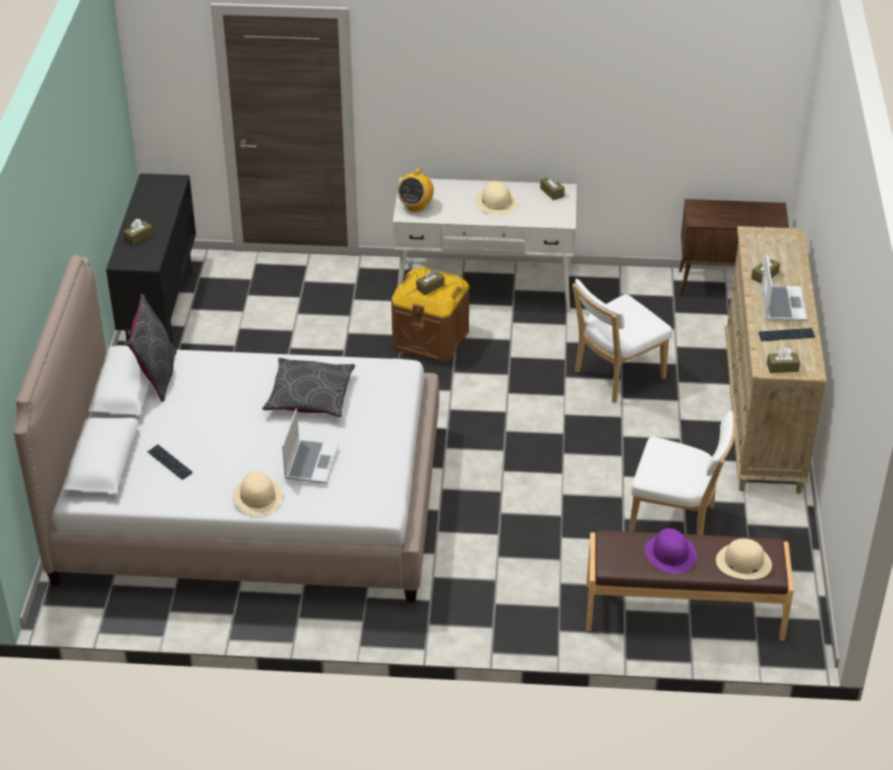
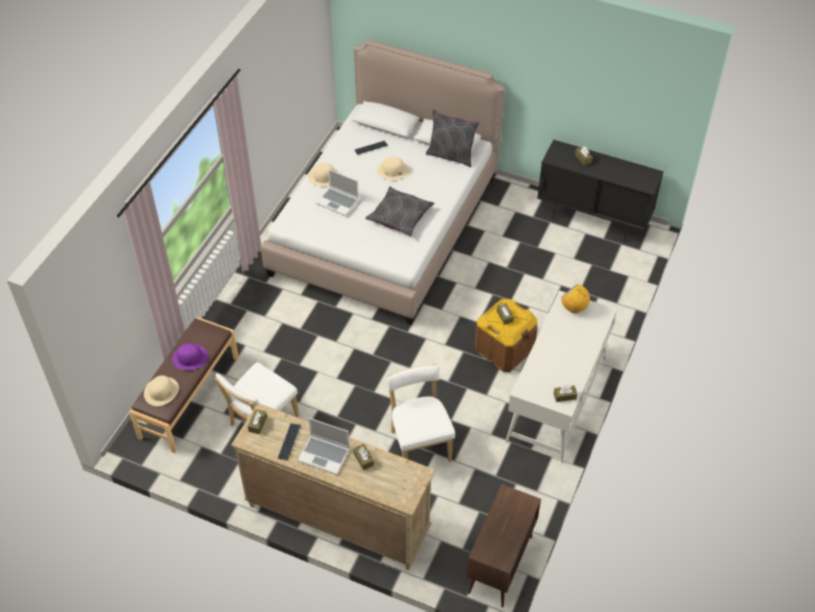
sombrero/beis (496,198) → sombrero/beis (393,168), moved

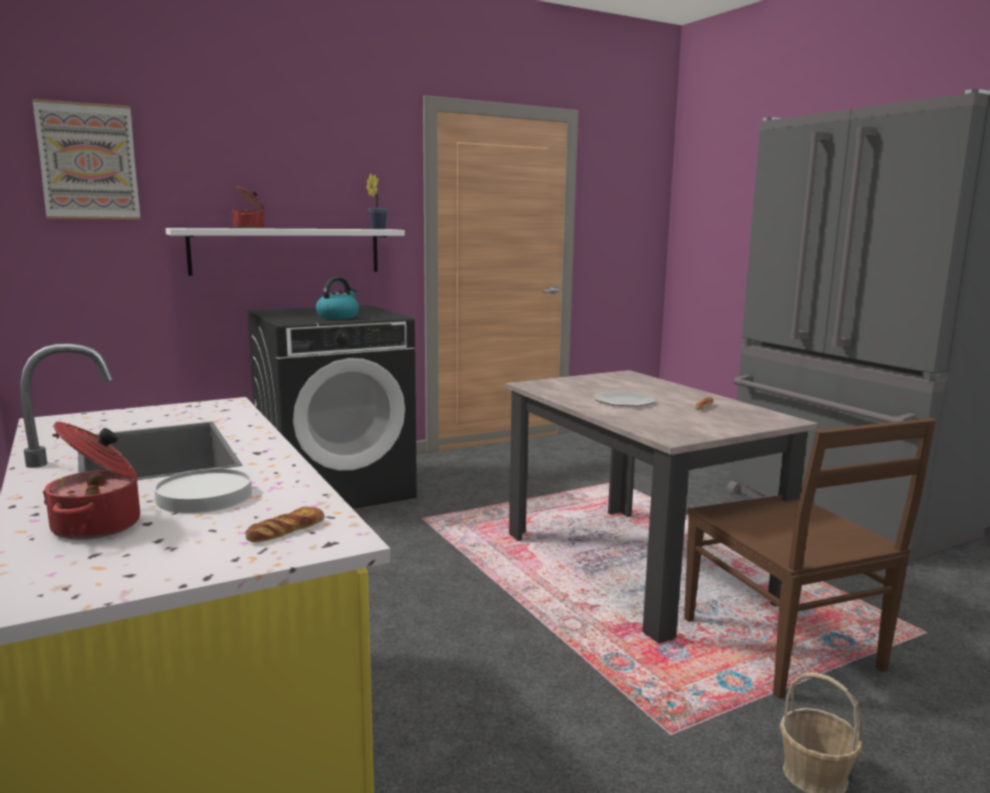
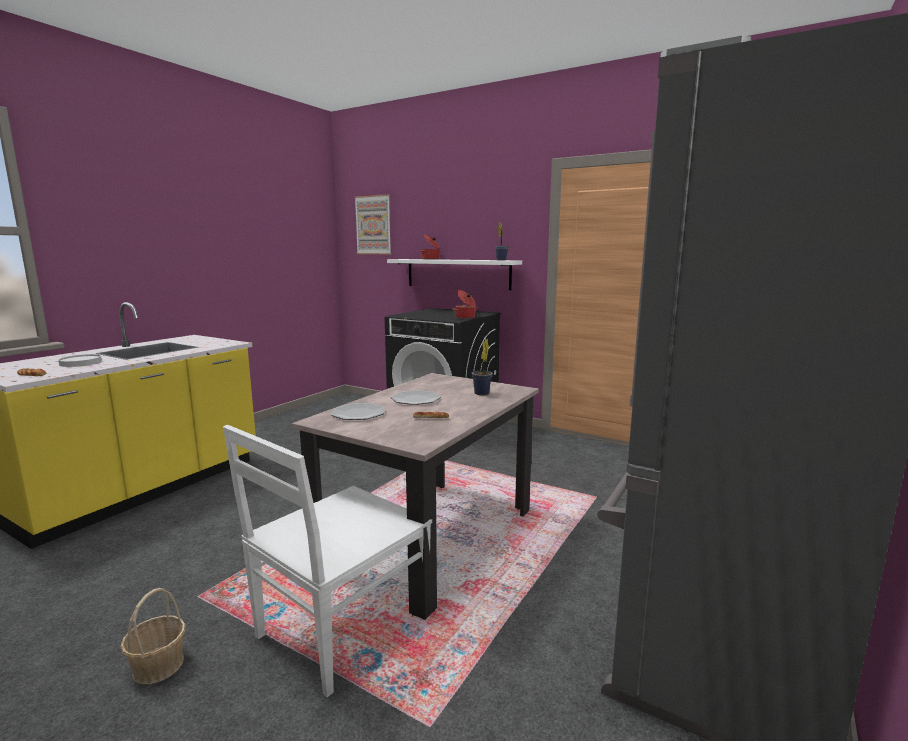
hervidor (337,298) → -
silla/marrón (810,558) → silla/blanco (327,561)
olla (91,481) → olla (465,304), moved
- → planta en maceta (482,366)
- → plato (358,411)

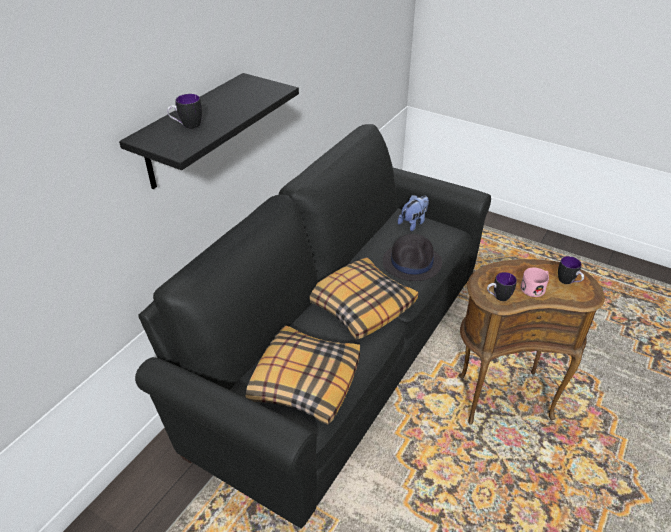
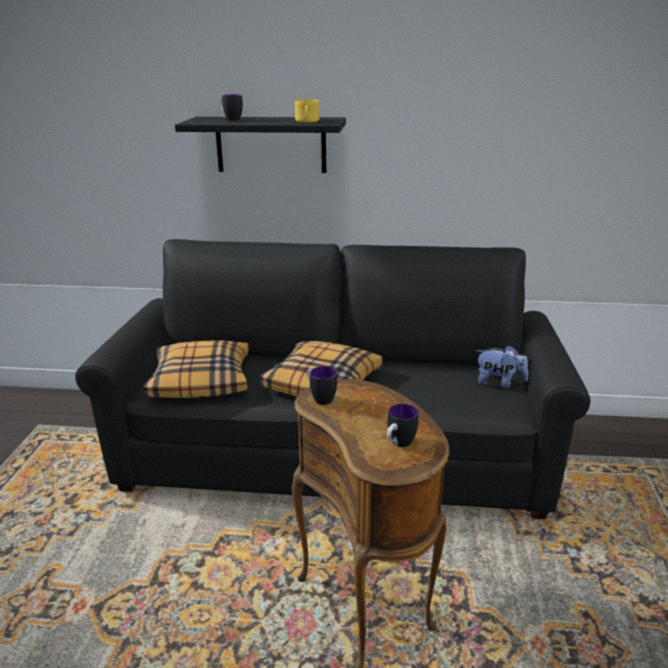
sombrero/negro (412,257) → -
taza grande/rosa (534,282) → -
- → taza grande/amarillo (307,111)

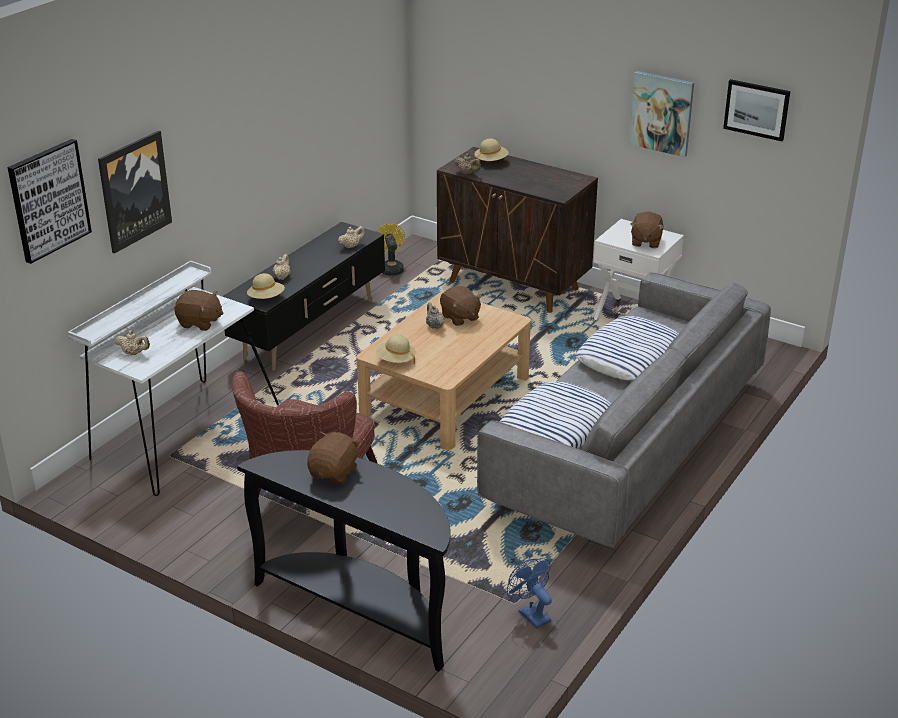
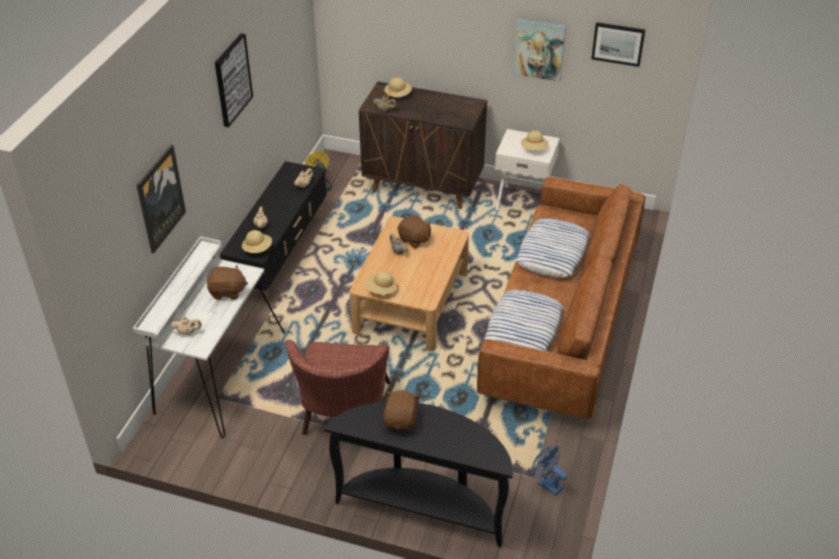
cuadro (50,201) → cuadro (234,80), moved
peluche/marrón (647,230) → sombrero/beis (535,140)
sofá/gris (624,410) → sofá/marrón (561,298)

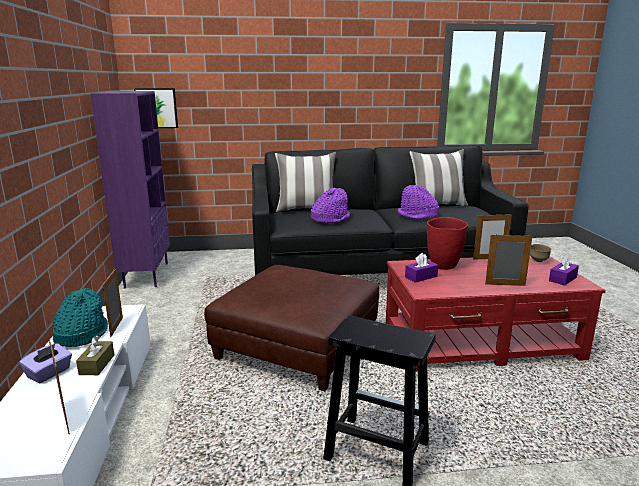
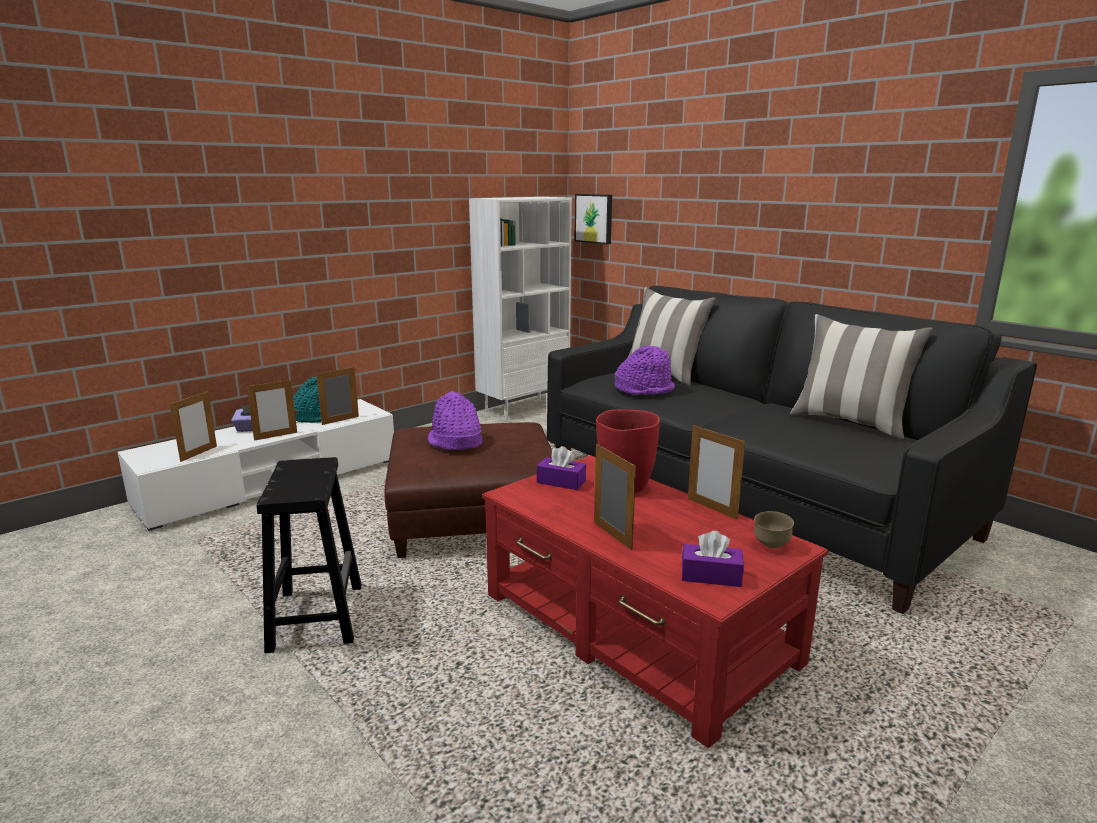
estantería/morado (130,190) → estantería/blanco (520,308)
sombrero/morado (418,202) → sombrero/morado (455,420), moved
caja de pañuelos/marrón (95,355) → portarretratos (271,410)

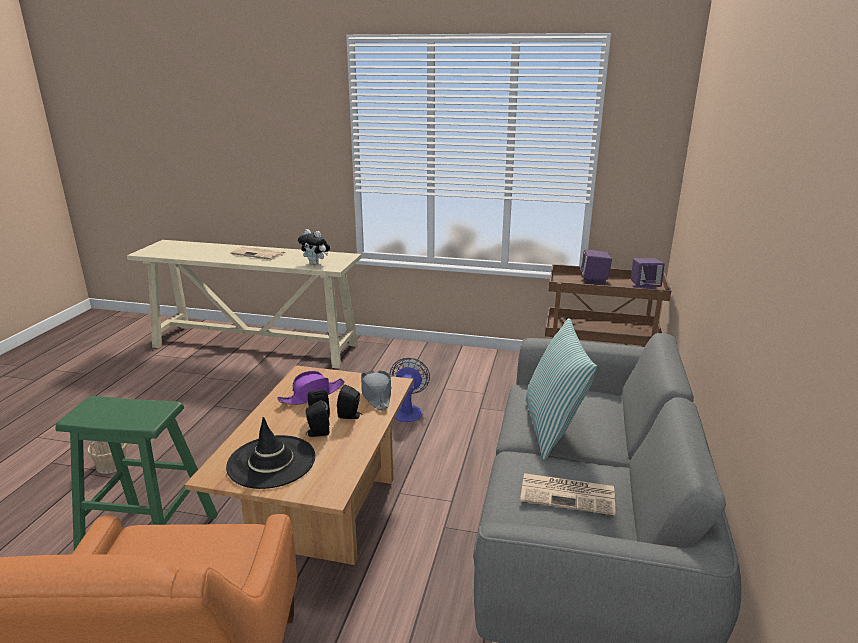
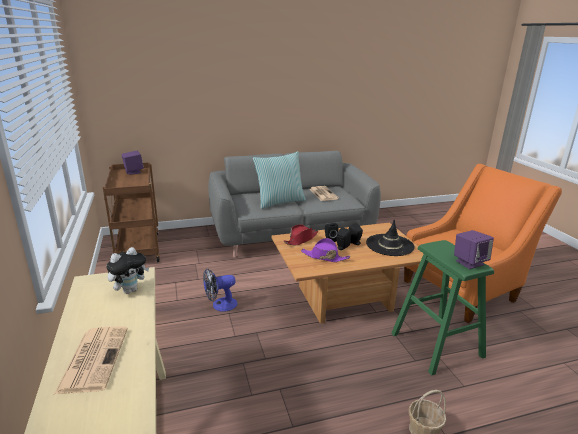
peluche (314,247) → peluche (127,270), 45 degrees clockwise
altavoz/morado (596,266) → altavoz/morado (474,249), moved
sombrero/gris (376,390) → sombrero/rojo (301,235)

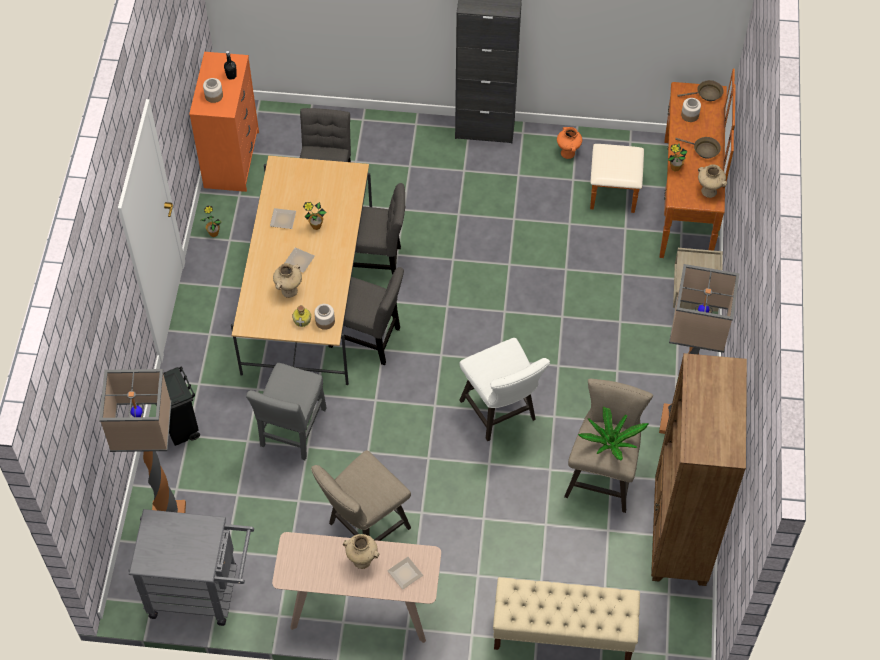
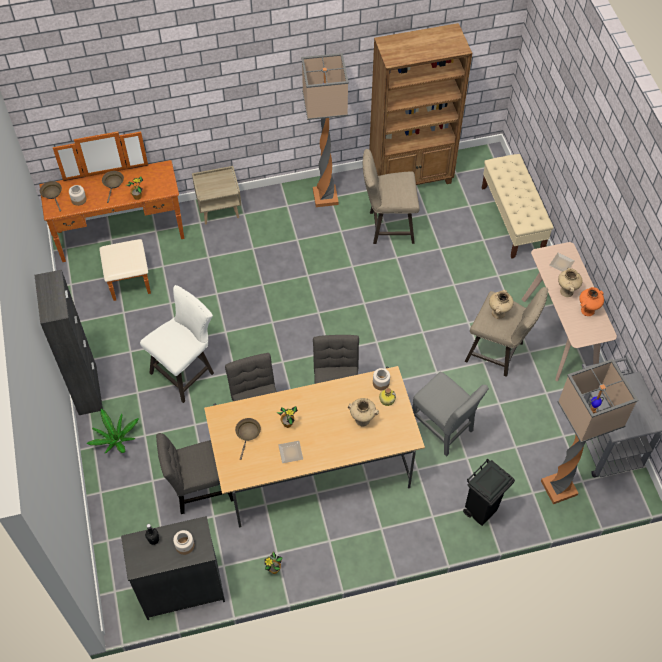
cómoda/naranja (224,122) → cómoda/negro (173,568)
florero/naranja (569,143) → florero/naranja (591,301), moved
florero/beis (712,181) → florero/beis (501,304), moved
plato (300,260) → -
taburete/blanco (504,389) → taburete/blanco (177,344), moved
silla/gris (286,411) → silla/gris (450,414), 45 degrees clockwise
planta en maceta (613,433) → planta en maceta (112,431), moved
- → sartén/marrón (248,439)

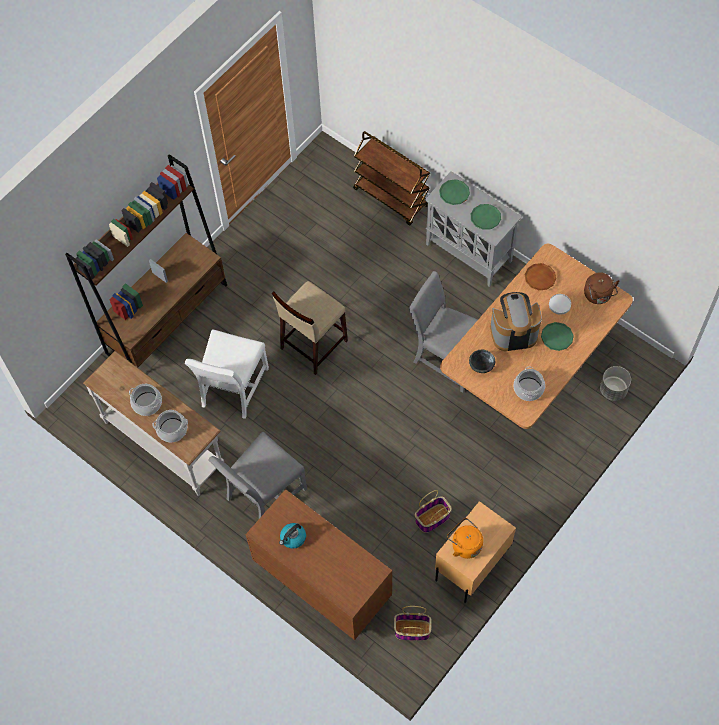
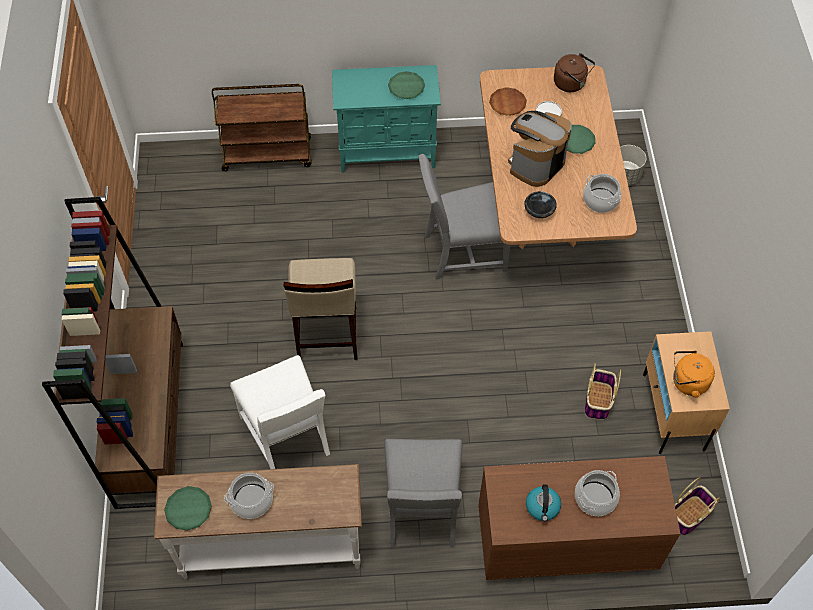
armario/gris (473,229) → armario/turquesa (386,119)
plato/verde (454,192) → plato/verde (188,508), moved
olla (170,426) → olla (597,493), moved

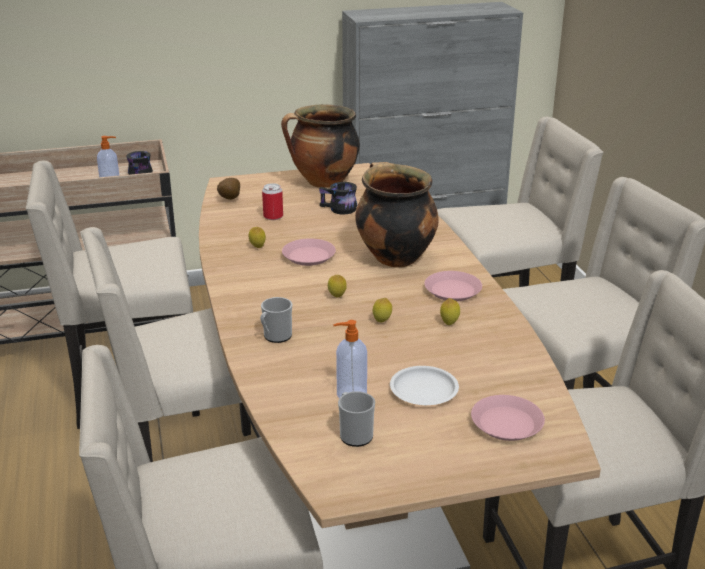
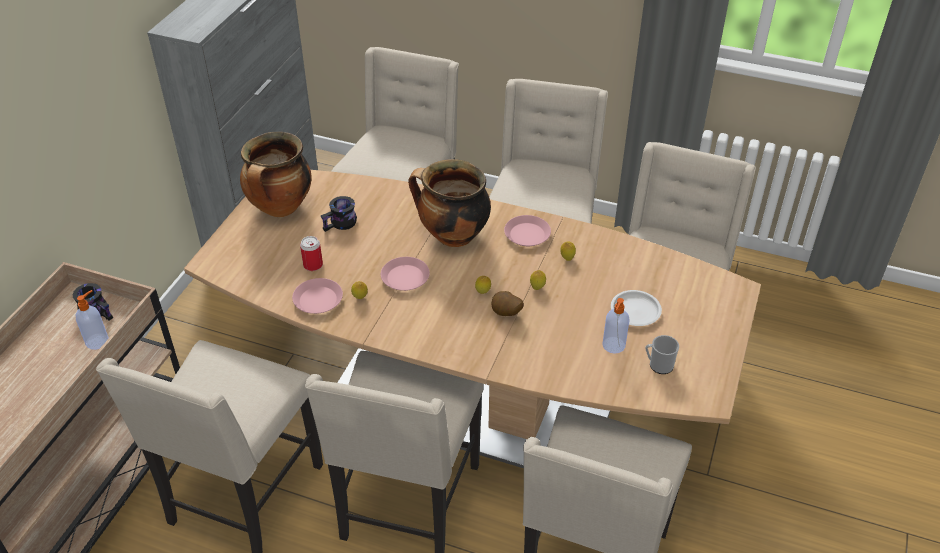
patata (228,189) → patata (507,303), moved
taza grande (276,320) → -
plato/rosa (508,418) → plato/rosa (317,296), moved

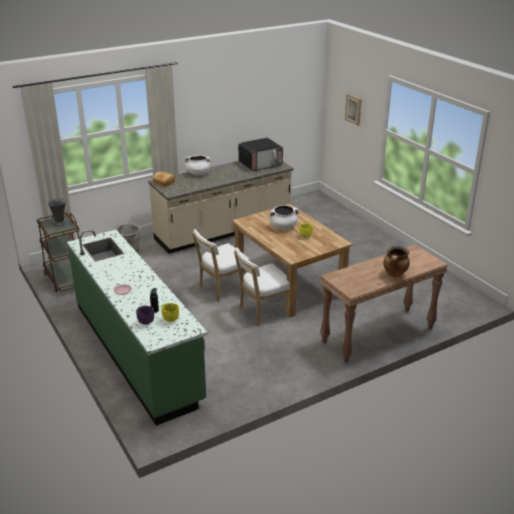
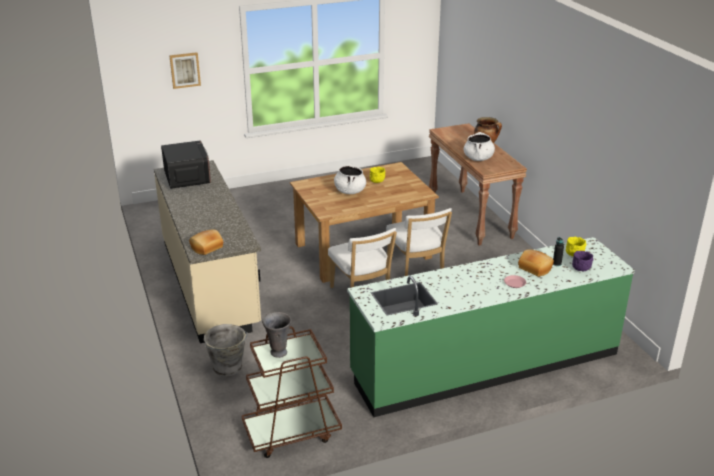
olla/blanco (197,165) → olla/blanco (479,146), moved
- → pan (536,263)

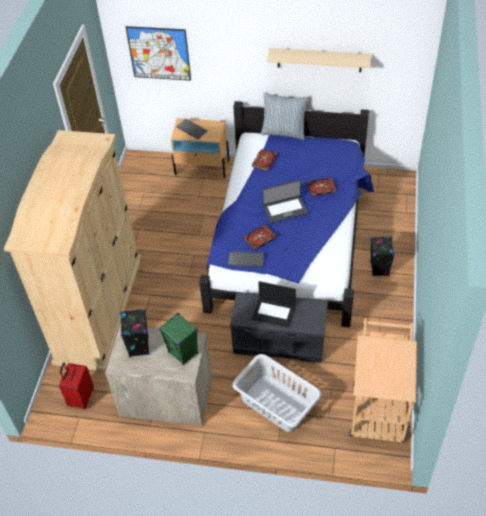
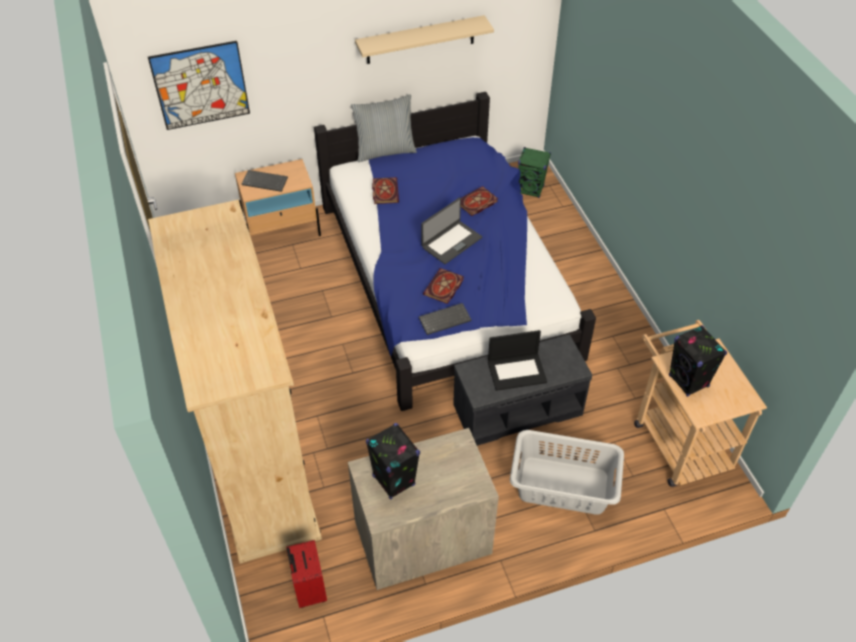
altavoz/negro (382,256) → altavoz/negro (698,361), moved
altavoz/verde (178,339) → altavoz/verde (534,172), moved

